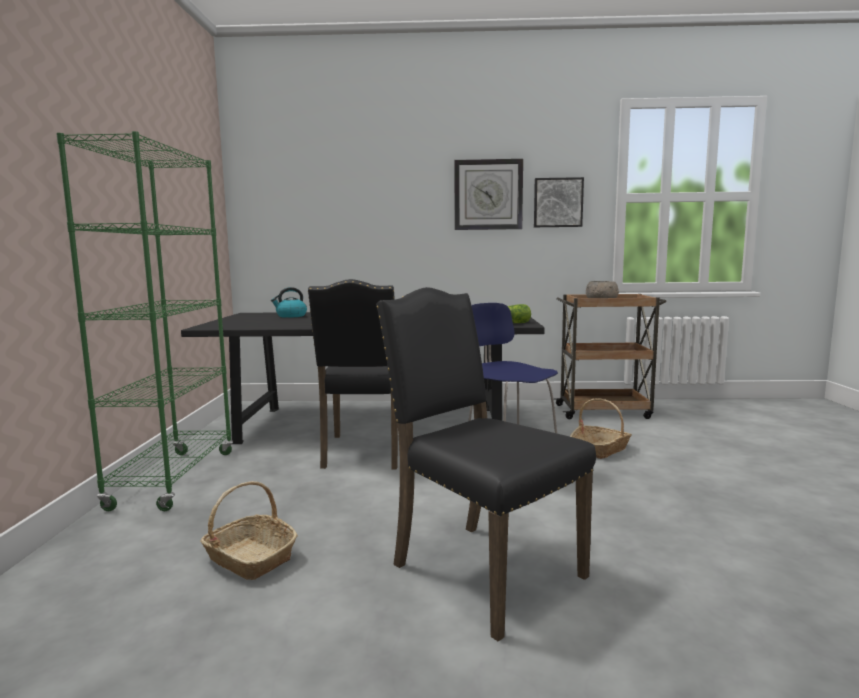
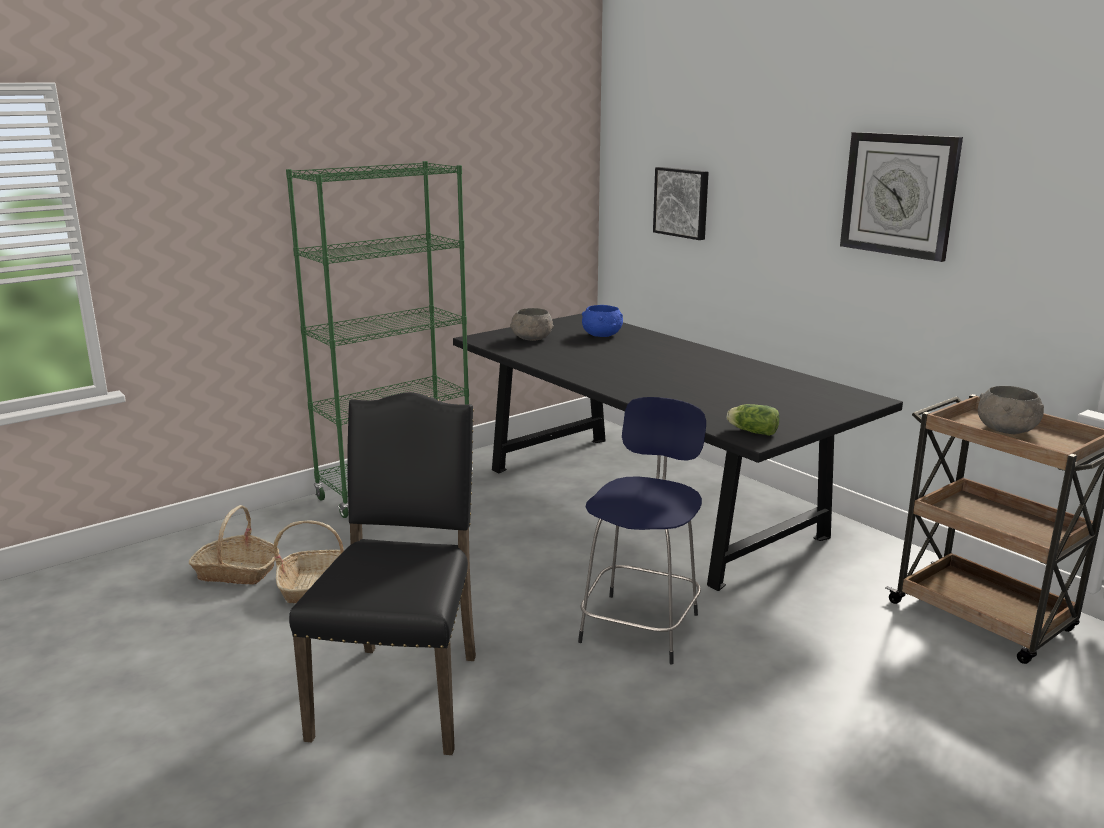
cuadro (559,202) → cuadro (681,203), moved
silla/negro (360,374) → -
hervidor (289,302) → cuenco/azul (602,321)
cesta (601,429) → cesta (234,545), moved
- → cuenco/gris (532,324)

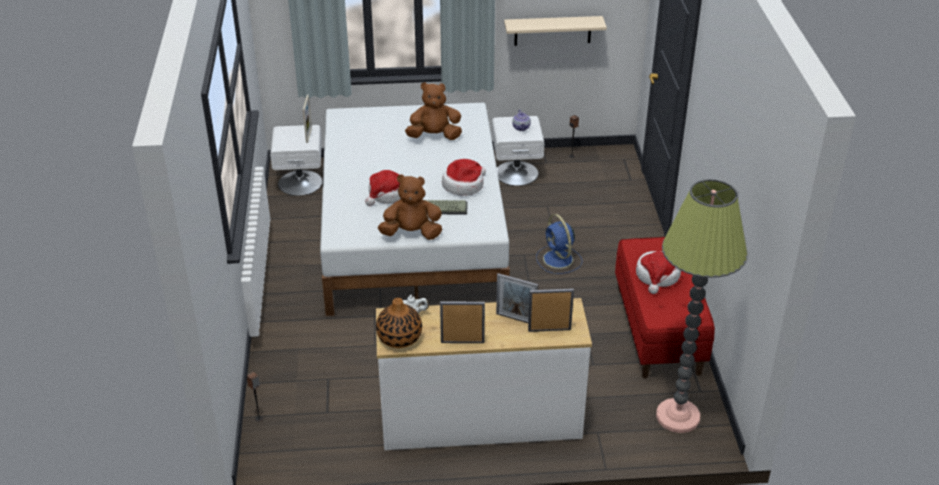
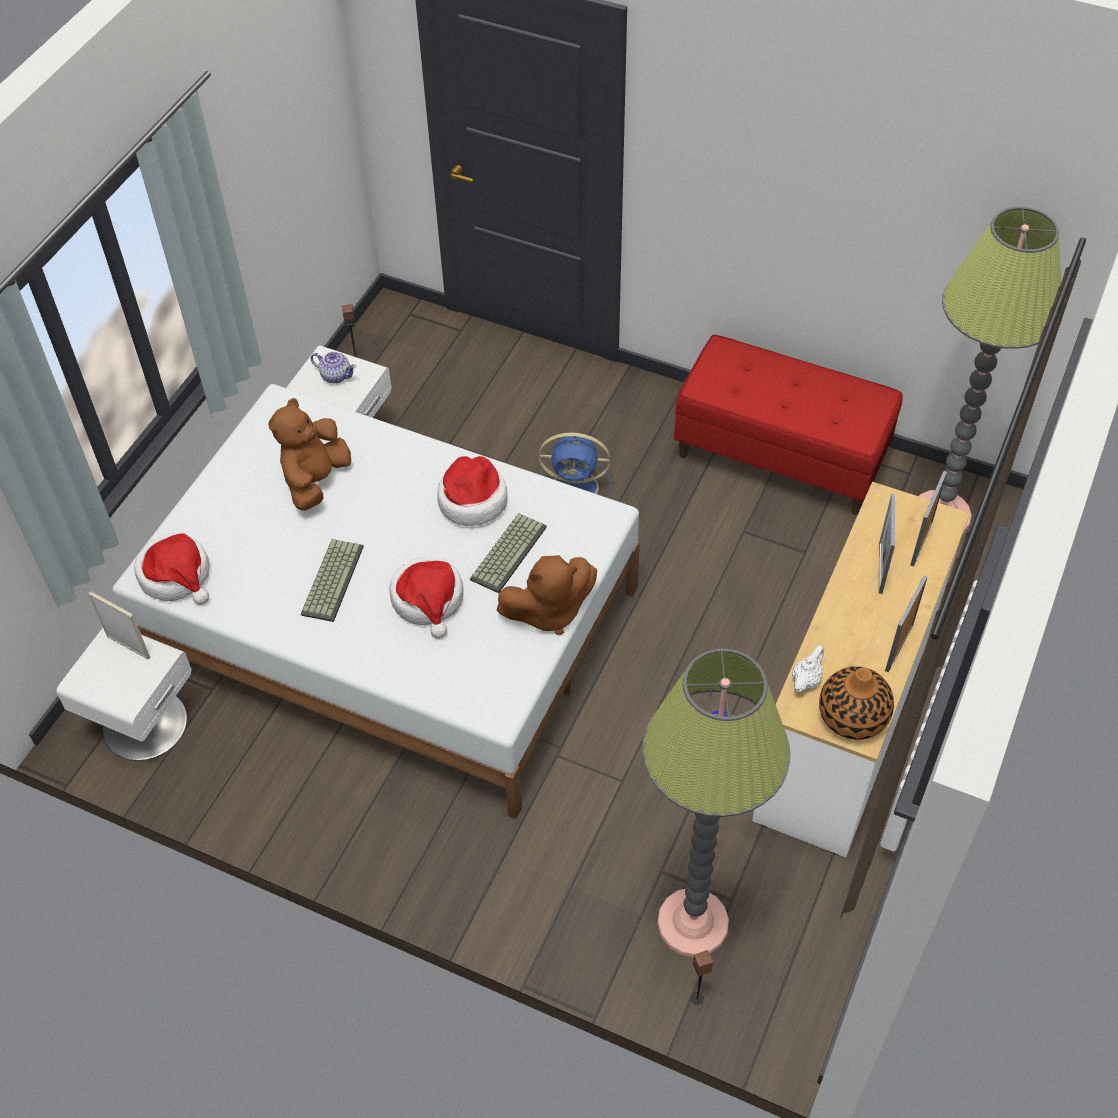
estante/beis (555,31) → -
peluche/marrón (410,207) → peluche/marrón (547,595), 135 degrees counterclockwise
sombrero (658,272) → sombrero (172,569), moved
portarretratos (517,298) → portarretratos (887,544), 135 degrees clockwise
- → teclado (332,580)
- → lámpara de pie (716,803)

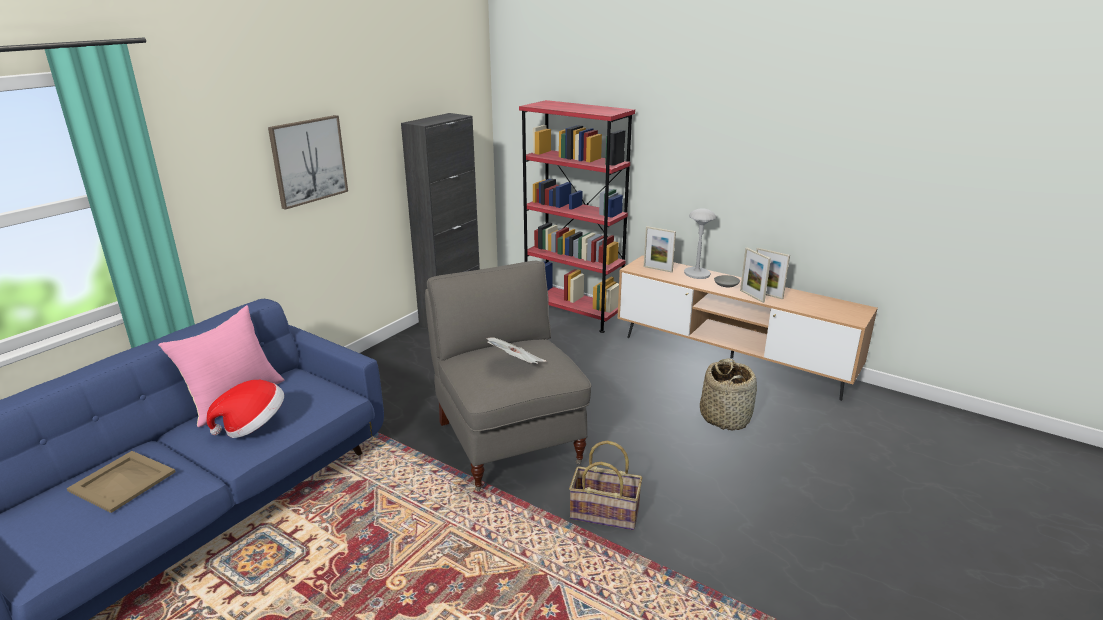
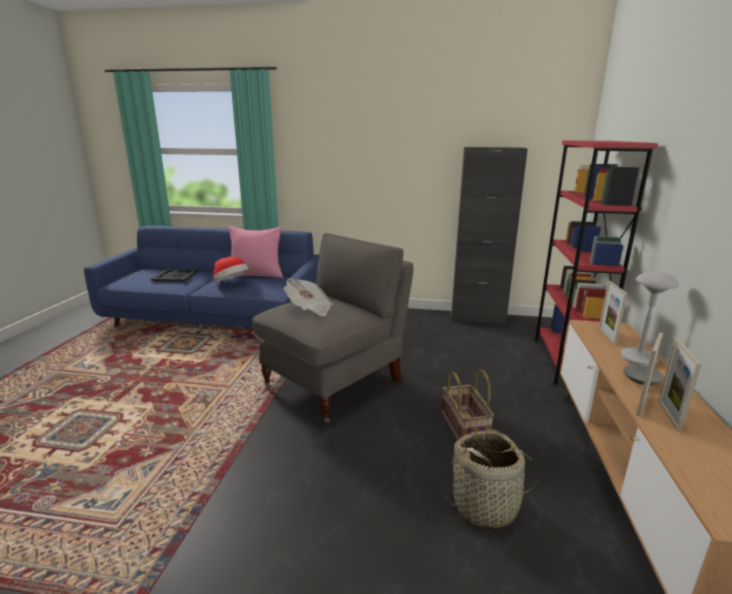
cuadro (308,162) → -
cesta (605,485) → cesta (468,404), moved
bandeja/beis (121,482) → bandeja/negro (174,275)

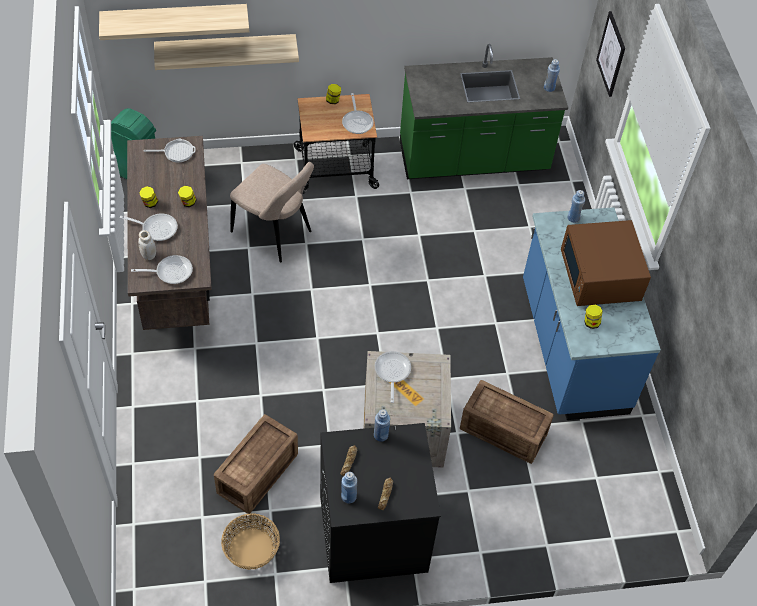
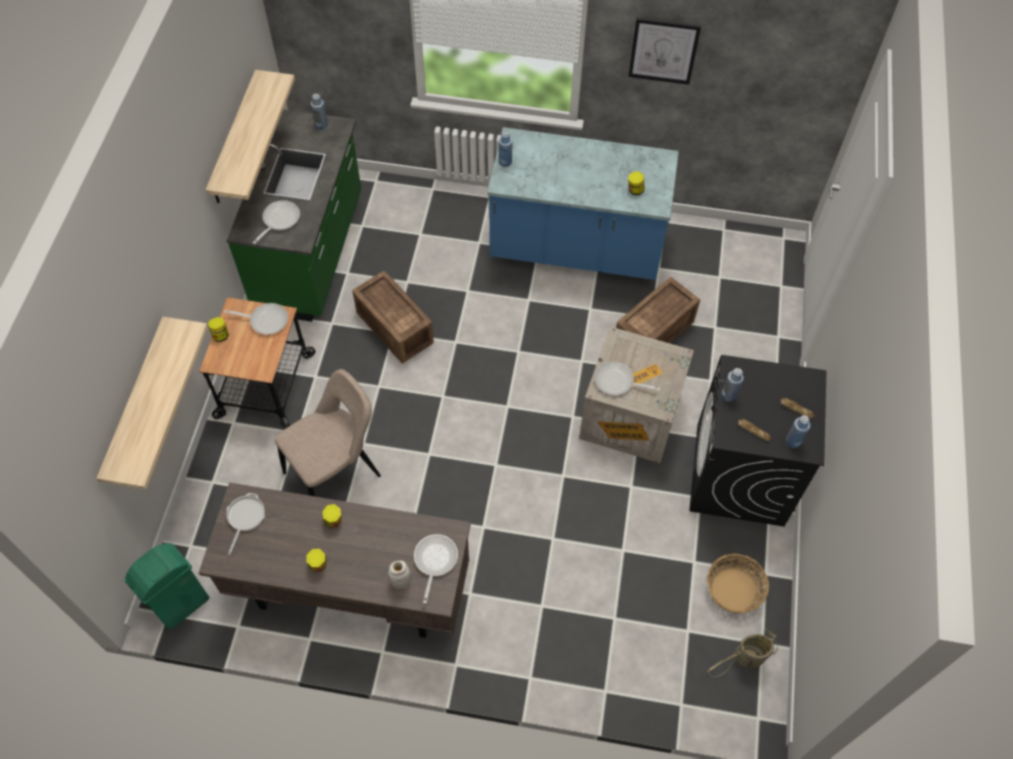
estante (174,22) → estante (250,136), moved
cuadro (610,54) → cuadro (664,51), moved
sartén (149,227) → sartén (276,222), moved
microondas/marrón (606,263) → -
caja de embalaje (256,464) → caja de embalaje (393,317), moved
- → cesta (742,652)

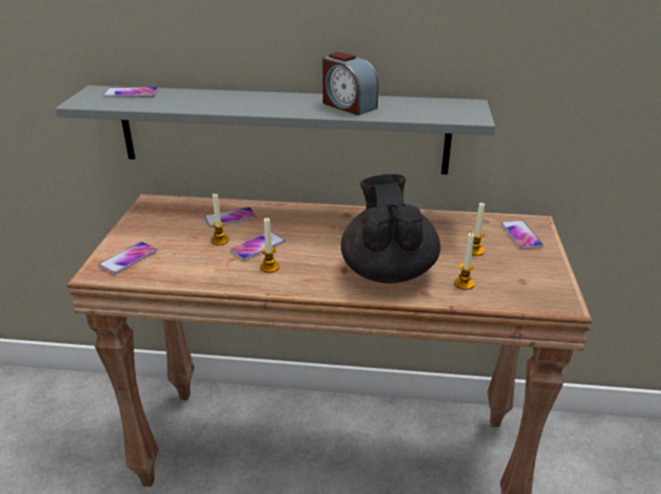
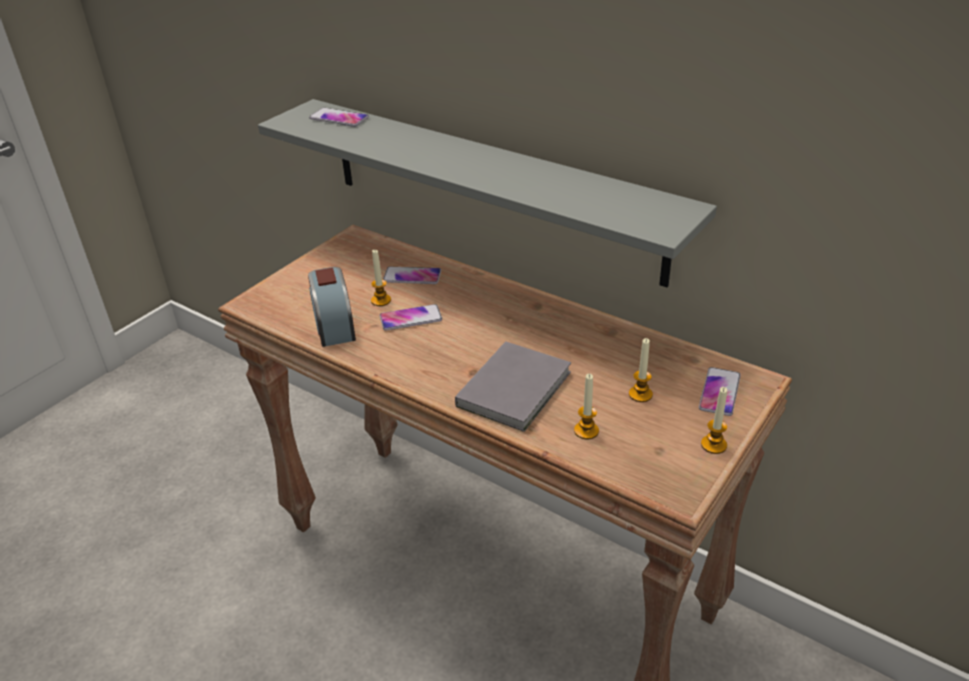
despertador (351,84) → despertador (332,307), moved
tetera/negro (390,229) → libro/gris (513,386)
vela (269,245) → vela (714,420), moved
móvil (128,258) → -

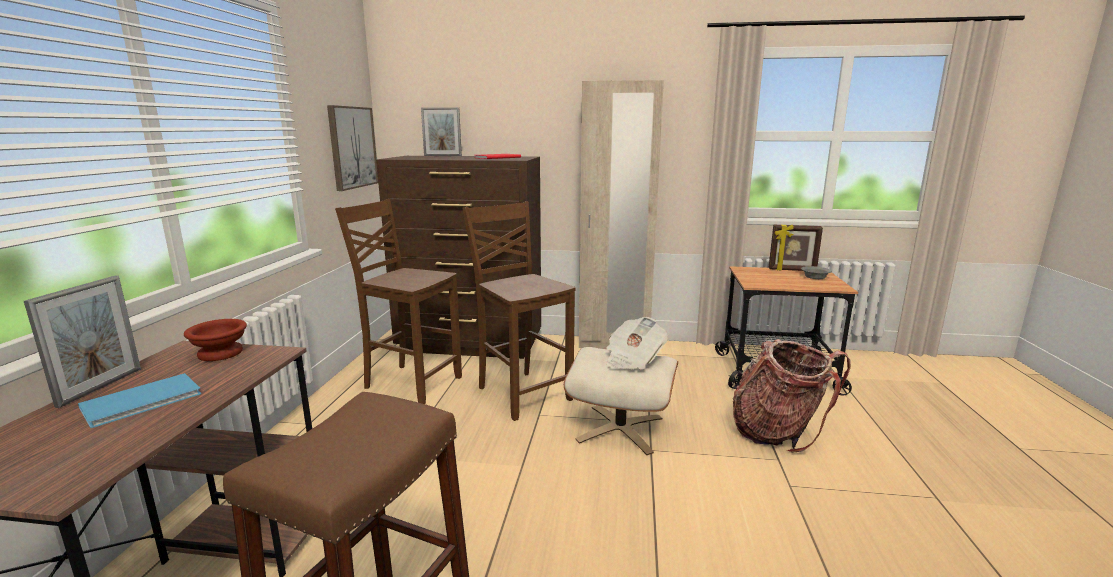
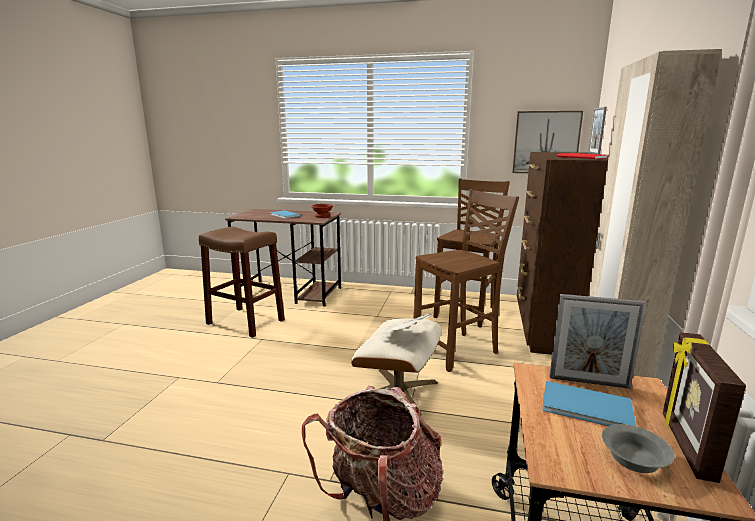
portarretratos (82,342) → portarretratos (597,341), moved
- → libro/azul (589,403)

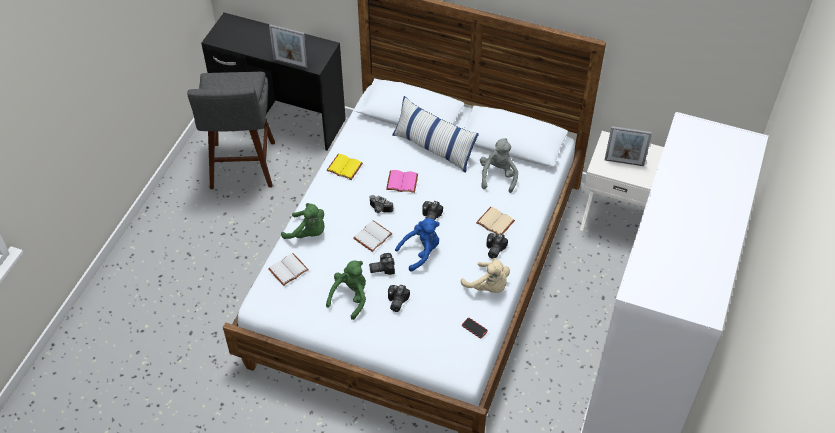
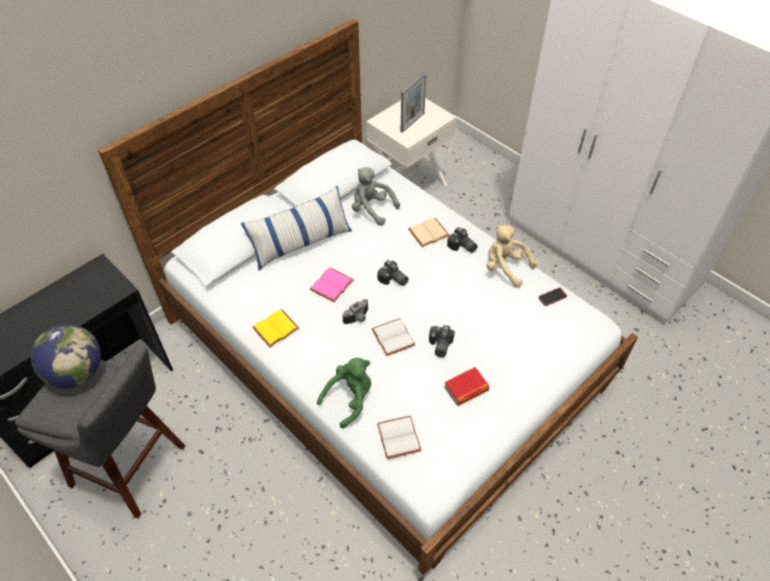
portarretratos (289,46) → -
peluche/azul (417,245) → -
peluche/beis (485,275) → peluche/beis (512,256), 120 degrees counterclockwise
peluche/verde (346,290) → libro (466,386)
cámara (399,298) → -
- → globo terráqueo (66,356)

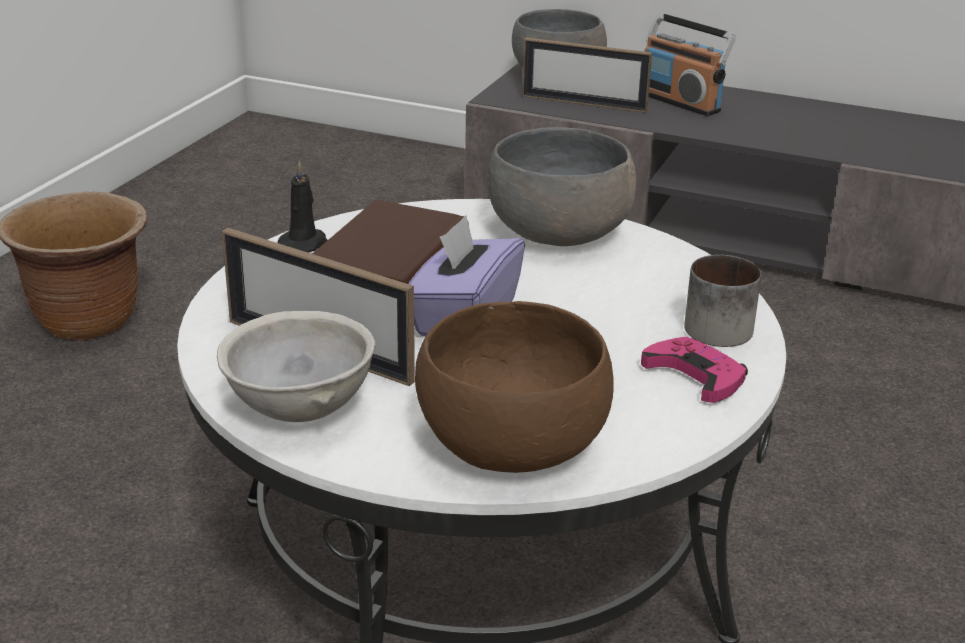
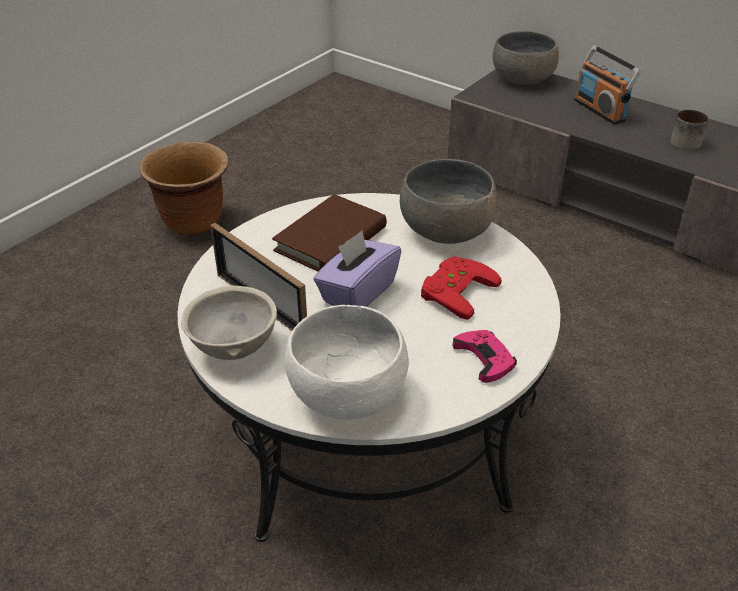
portarretratos (587,75) → -
vela/negro (302,206) → -
taza grande (722,301) → taza grande (689,130), moved
cuenco/marrón (514,387) → cuenco/blanco (347,362)
- → mando de consola/rojo (461,288)

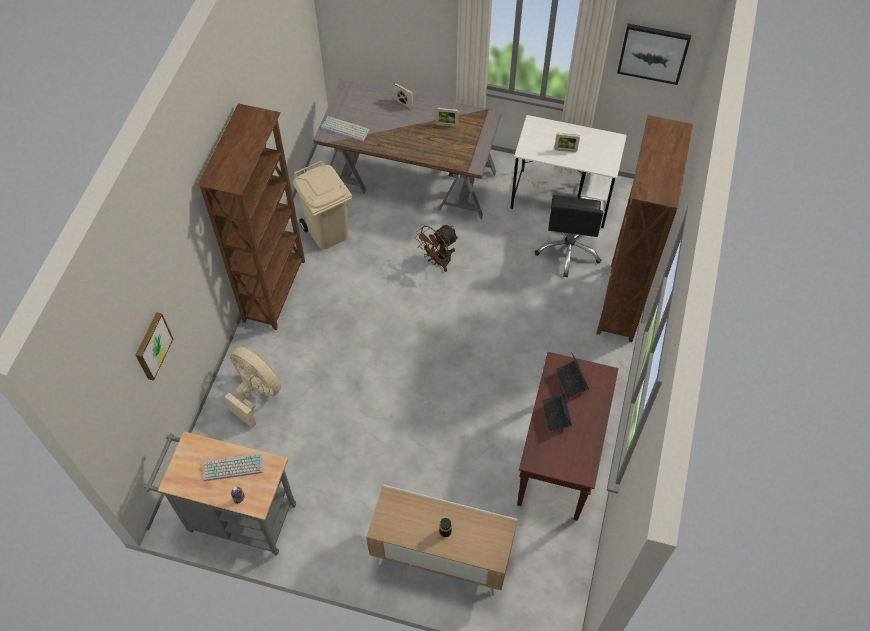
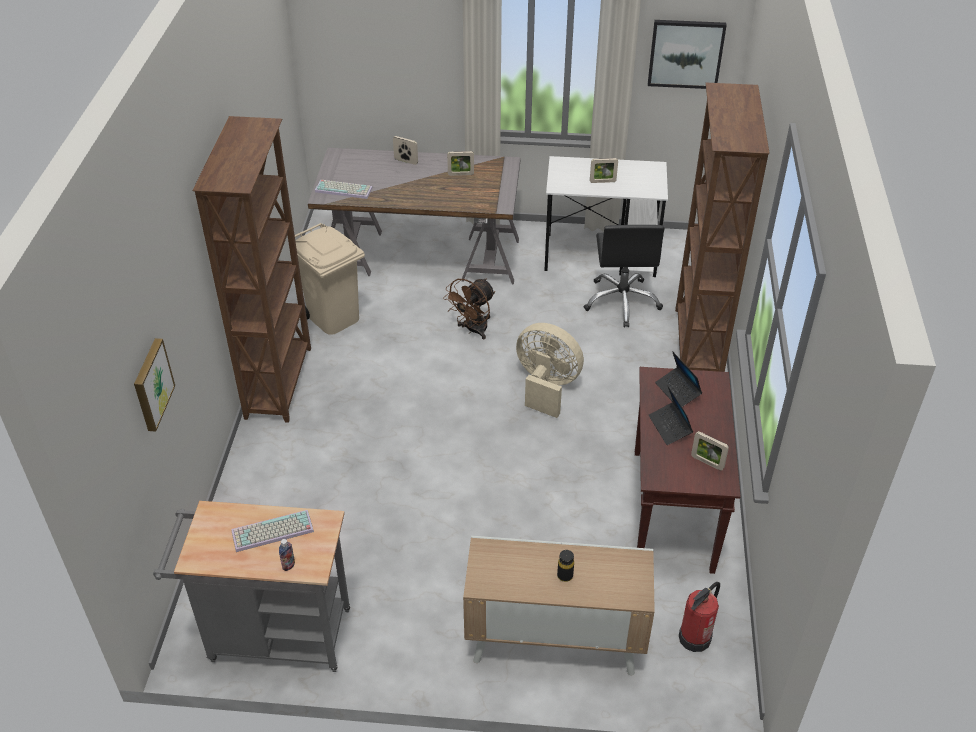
ventilador/beis (253,387) → ventilador/beis (550,370), moved
- → portarretratos (710,451)
- → extintor (699,617)

